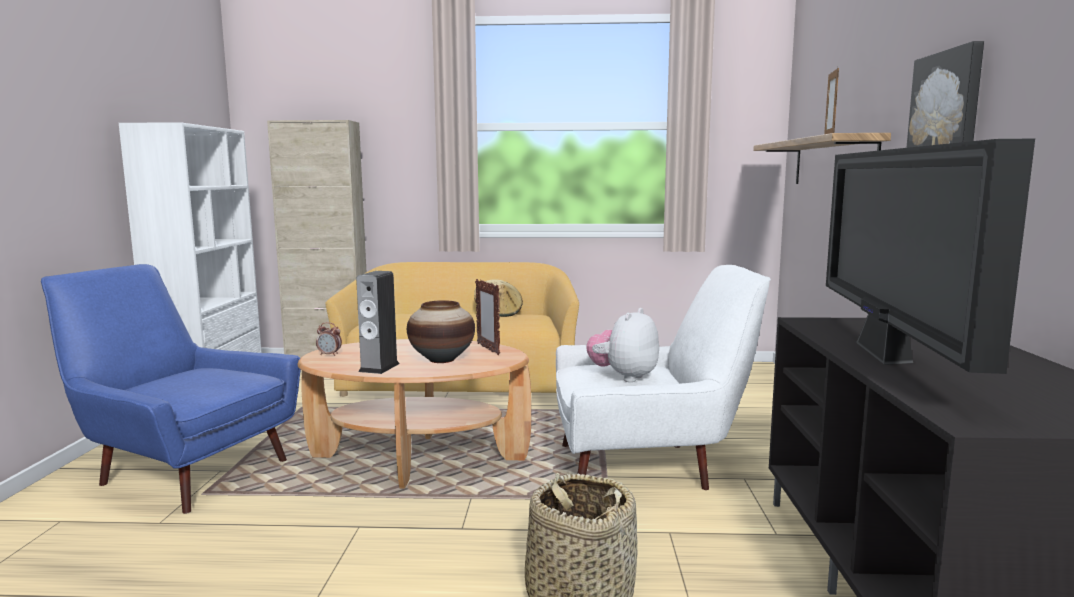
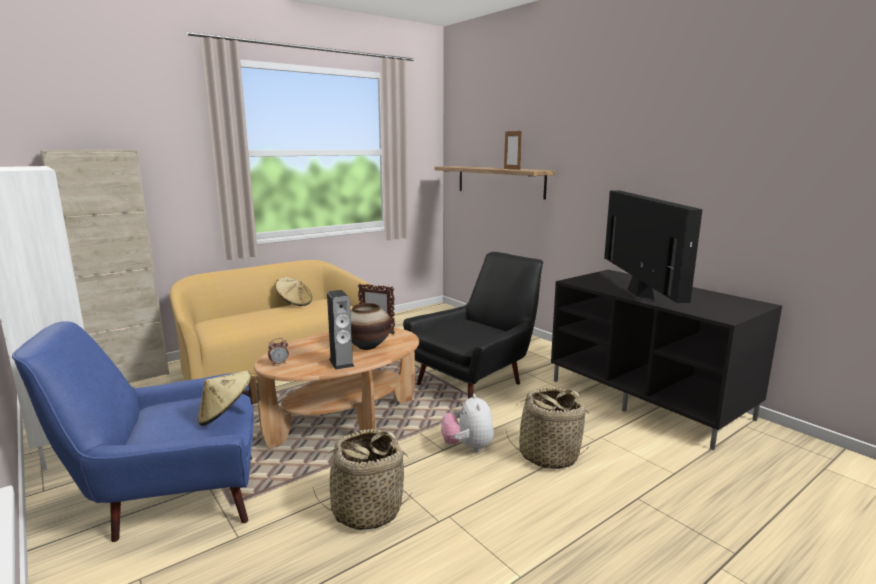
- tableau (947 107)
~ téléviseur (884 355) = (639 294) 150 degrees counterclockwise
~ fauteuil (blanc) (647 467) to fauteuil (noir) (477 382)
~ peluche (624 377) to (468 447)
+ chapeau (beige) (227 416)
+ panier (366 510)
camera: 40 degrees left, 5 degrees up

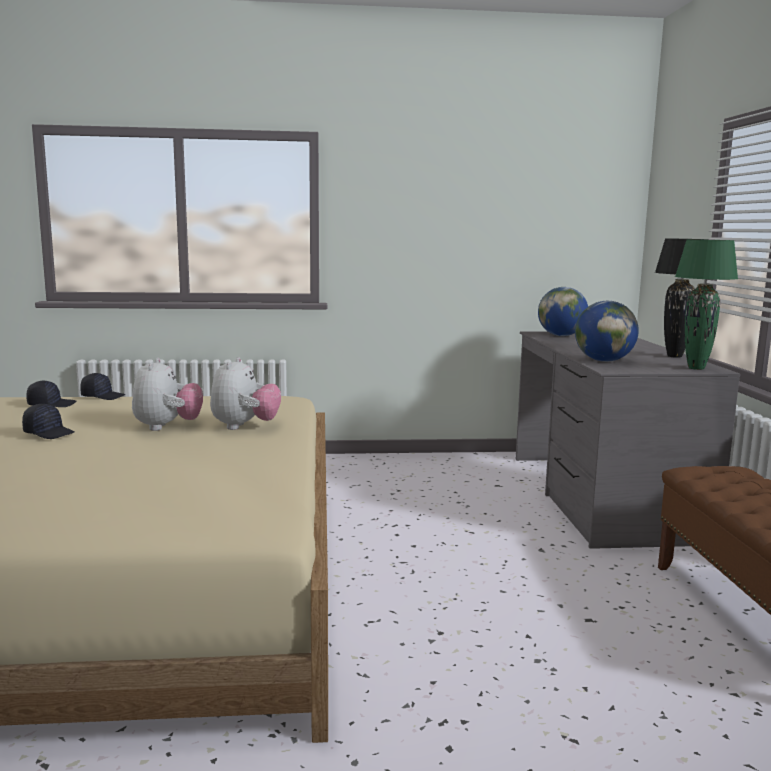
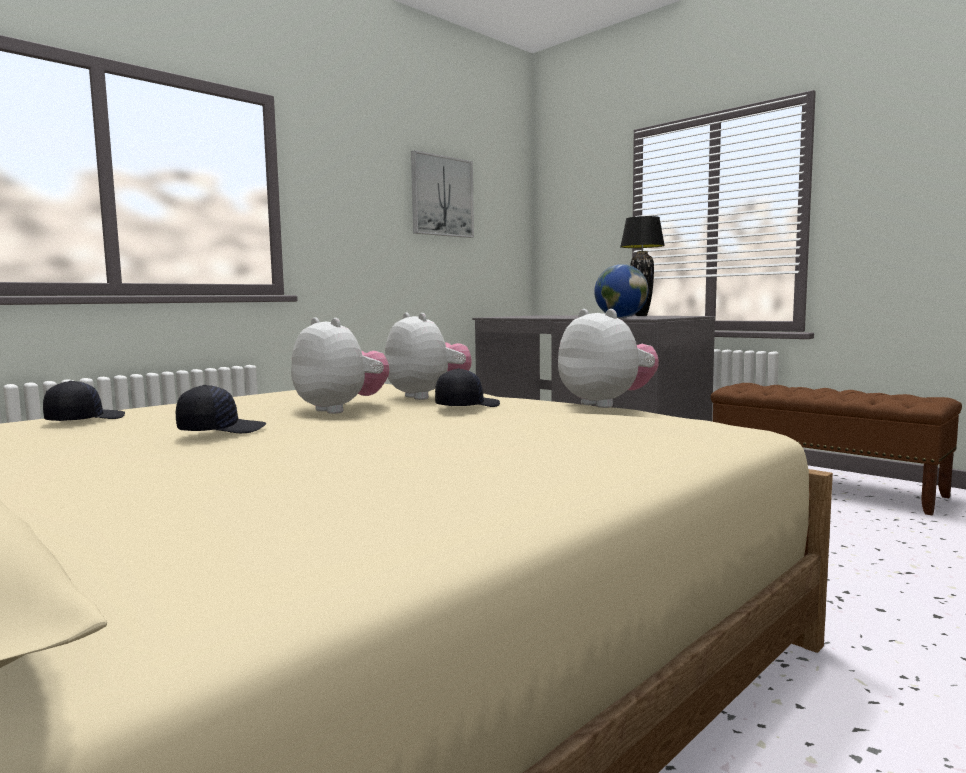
- lampe de table (vert) (696 368)
- globe (561 336)
~ casquette (noir) (103 396) to (467 406)
+ tableau (441 196)
+ peluche (606 404)
camera: 40 degrees left, 5 degrees down

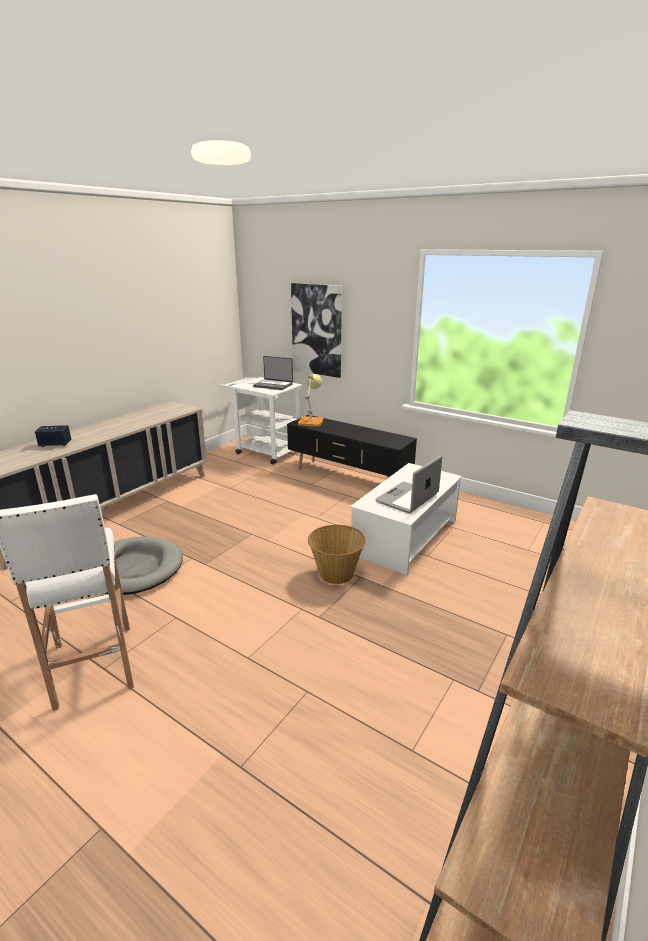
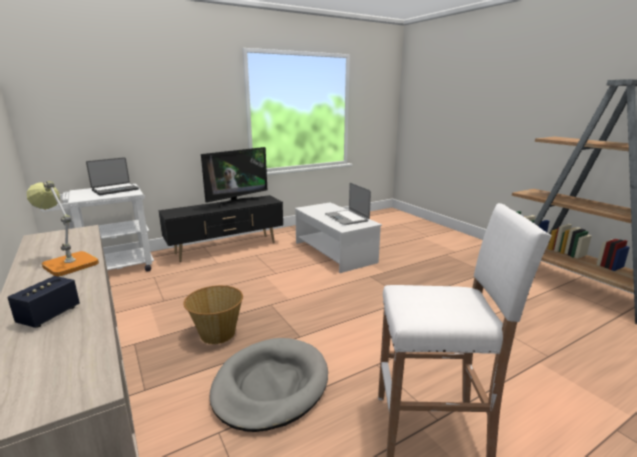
- tableau (317 330)
~ lampe de table (311 421) to (67 263)
~ panier (336 573) to (217 333)
+ téléviseur (237 202)
camera: 65 degrees left, 5 degrees down

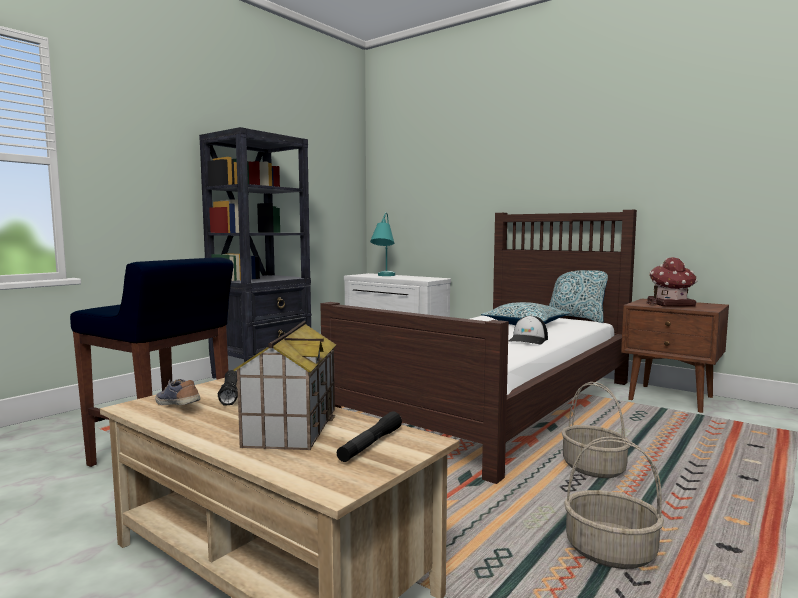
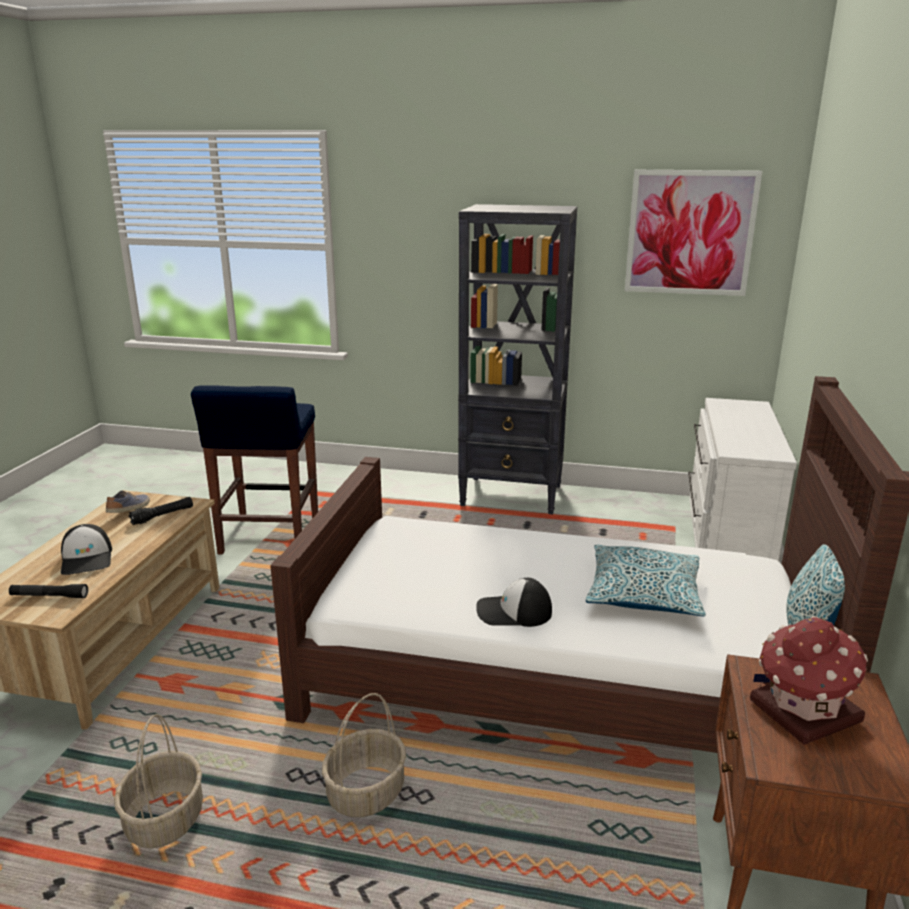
- lampe de table (turquoise) (383 276)
~ maison miniature (291 426) to casquette (87 559)
+ tableau (690 233)
camera: 65 degrees right, 15 degrees up

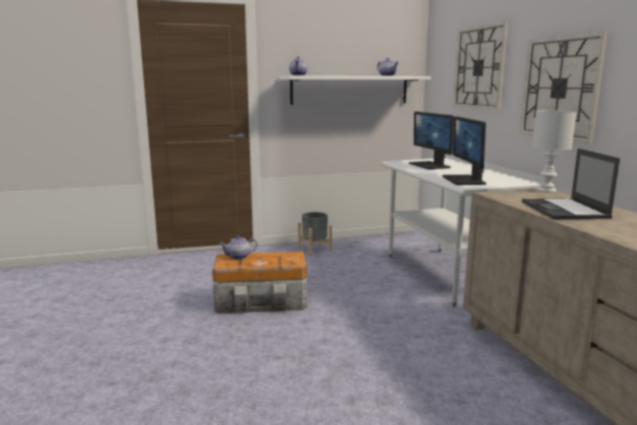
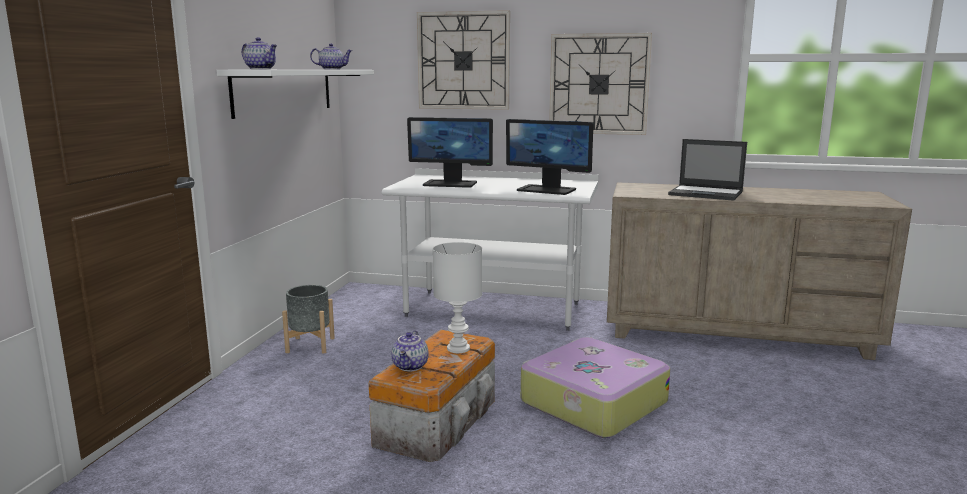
~ lampe de table (blanc) (547 190) to (459 348)
+ valise (591 402)
camera: 60 degrees left, 0 degrees up

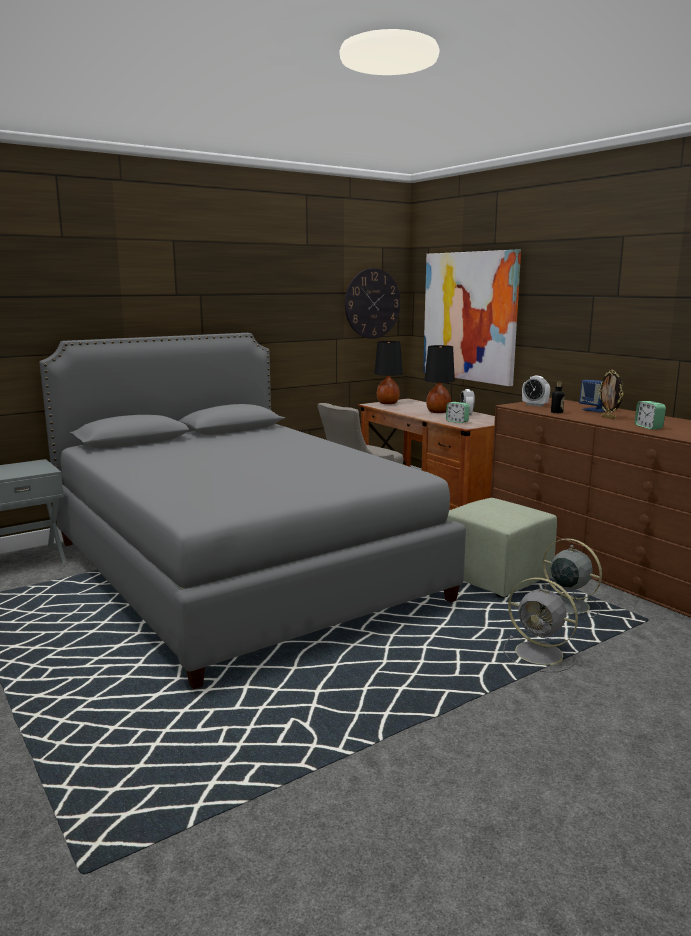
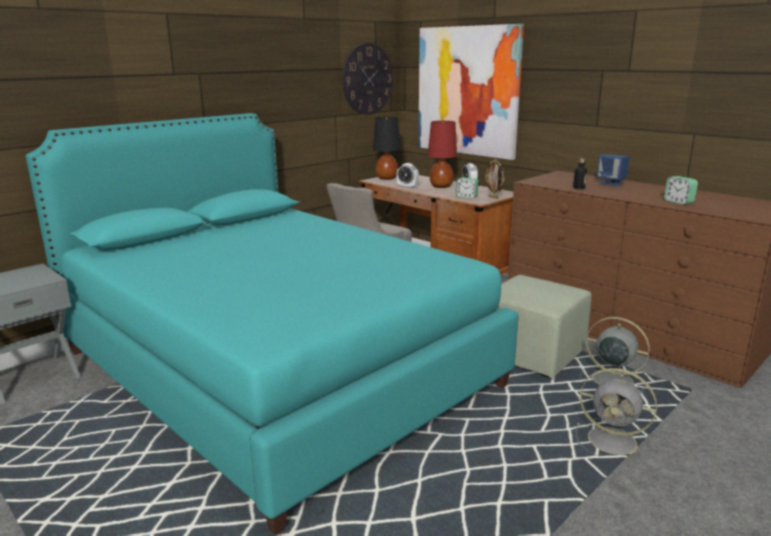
~ lit (gris) (240 570) to lit (turquoise) (276 368)
~ lampe de table (noir) (438 412) to lampe de table (rouge) (441 186)
~ cadre photo (608 417) to (494 197)
~ réveil (535 405) to (407 187)
camera: 10 degrees left, 5 degrees up

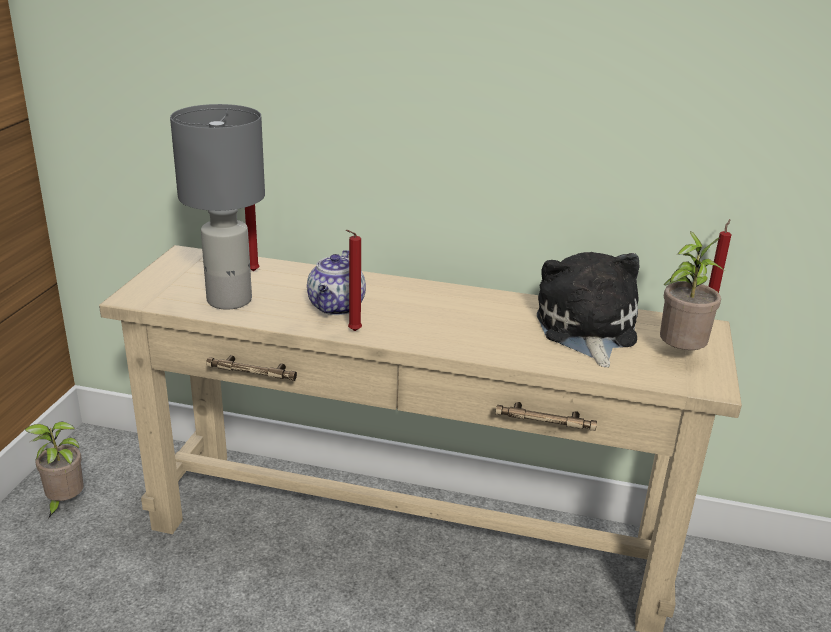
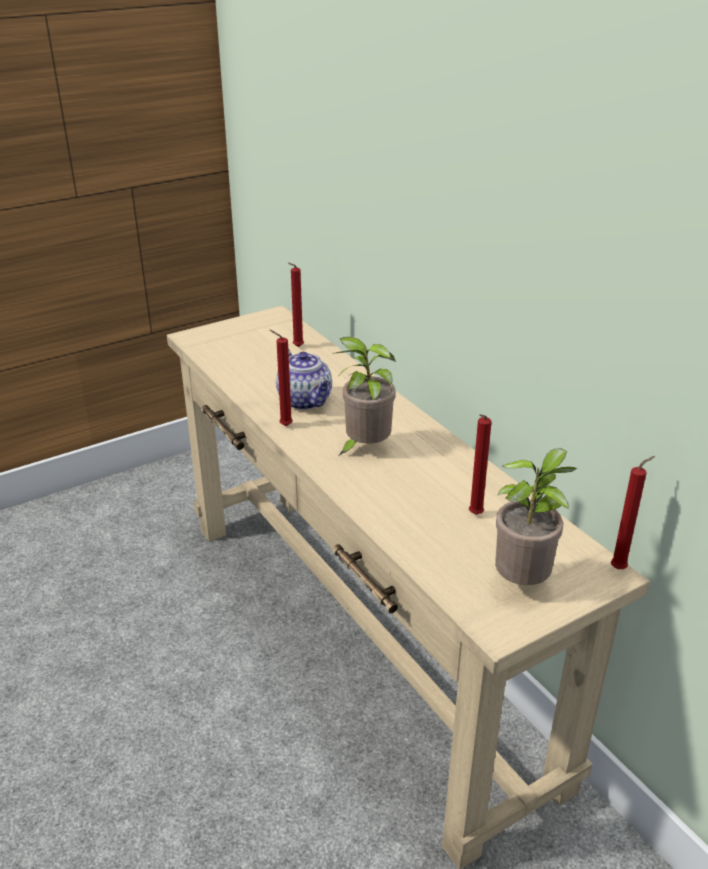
- lampe de table (gris) (230 300)
~ théière (336 307) = (306 401) 90 degrees counterclockwise
~ peluche (586 330) to bougie (rouge) (474 515)
~ plante en pot (64 503) to (364 448)
camera: 45 degrees right, 5 degrees up

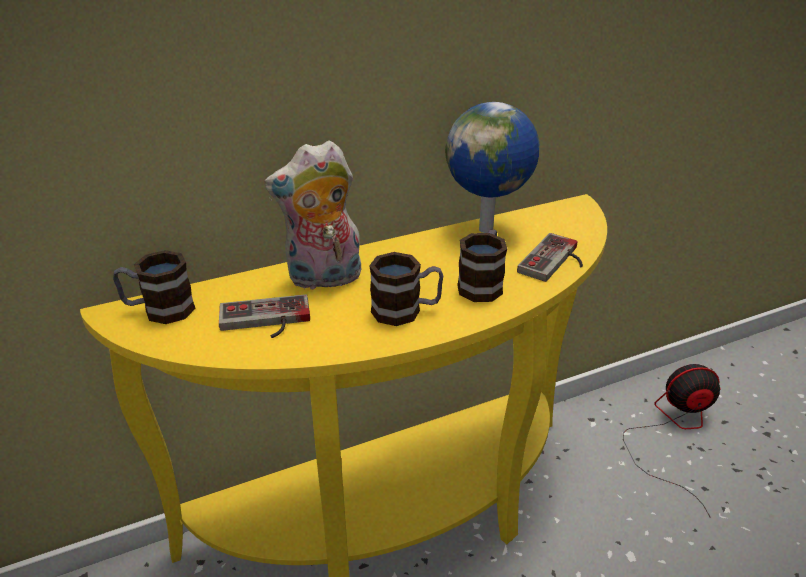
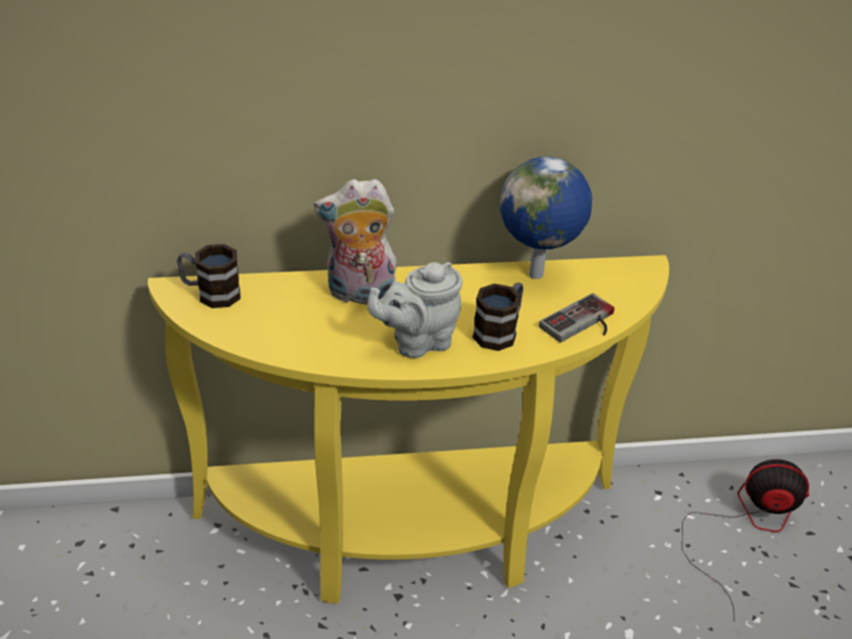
~ mug (406 311) to théière (gris) (417 342)
- manette (265 322)
camera: 15 degrees right, 5 degrees up

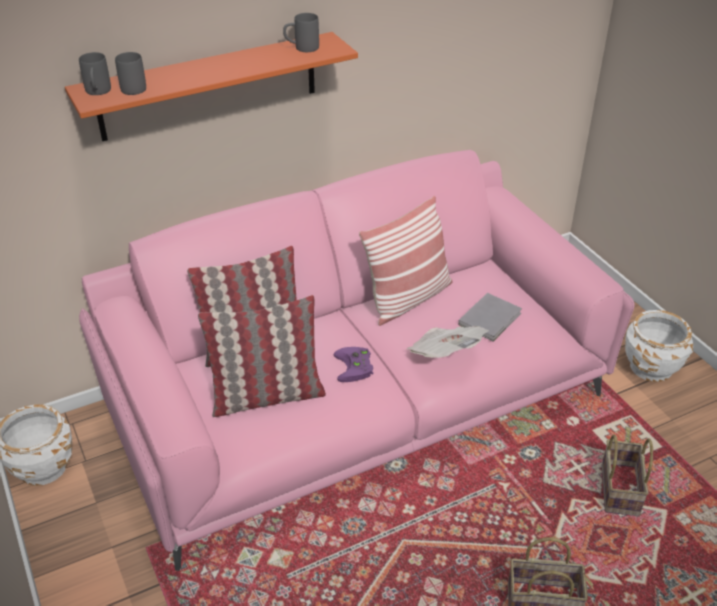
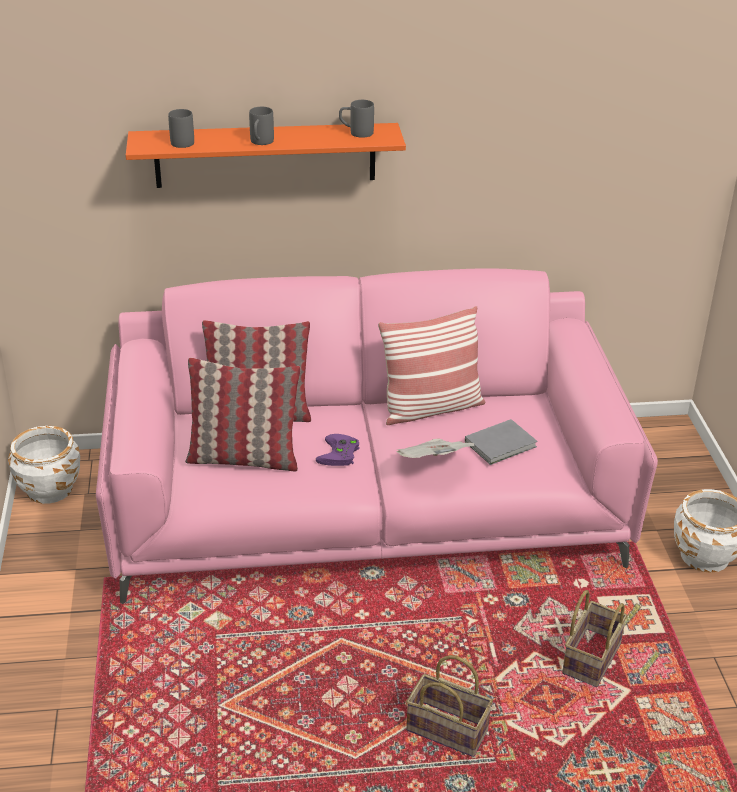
~ mug (gris) (98 92) to (260 143)
camera: 20 degrees right, 5 degrees down

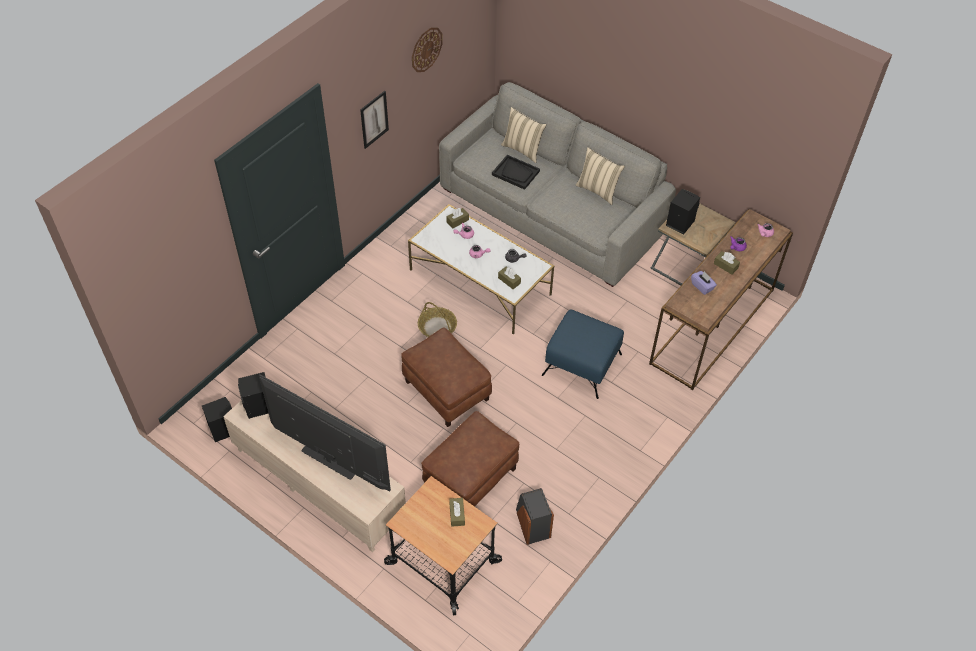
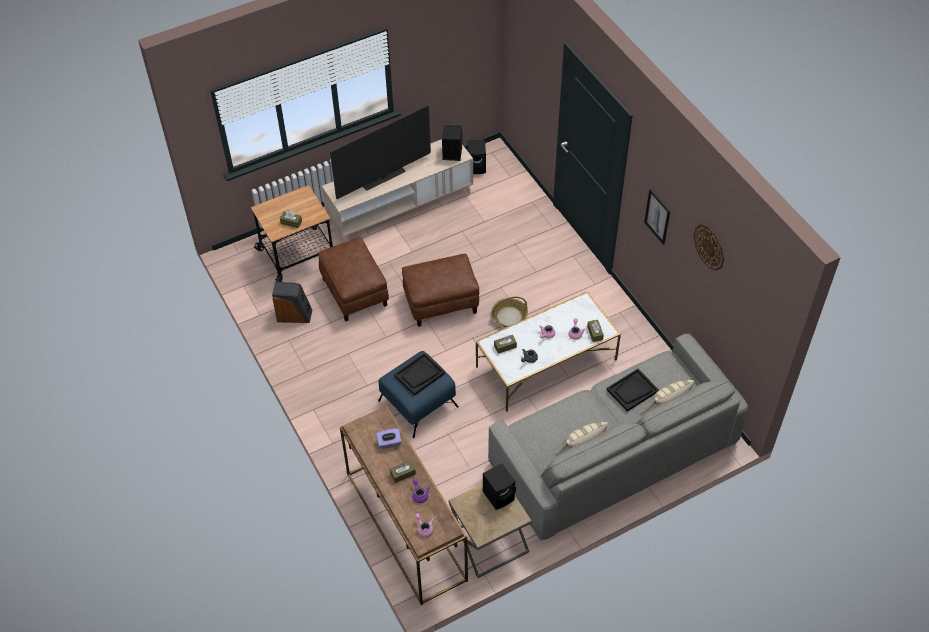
+ plateau (noir) (419 375)
camera: 115 degrees right, 0 degrees up

